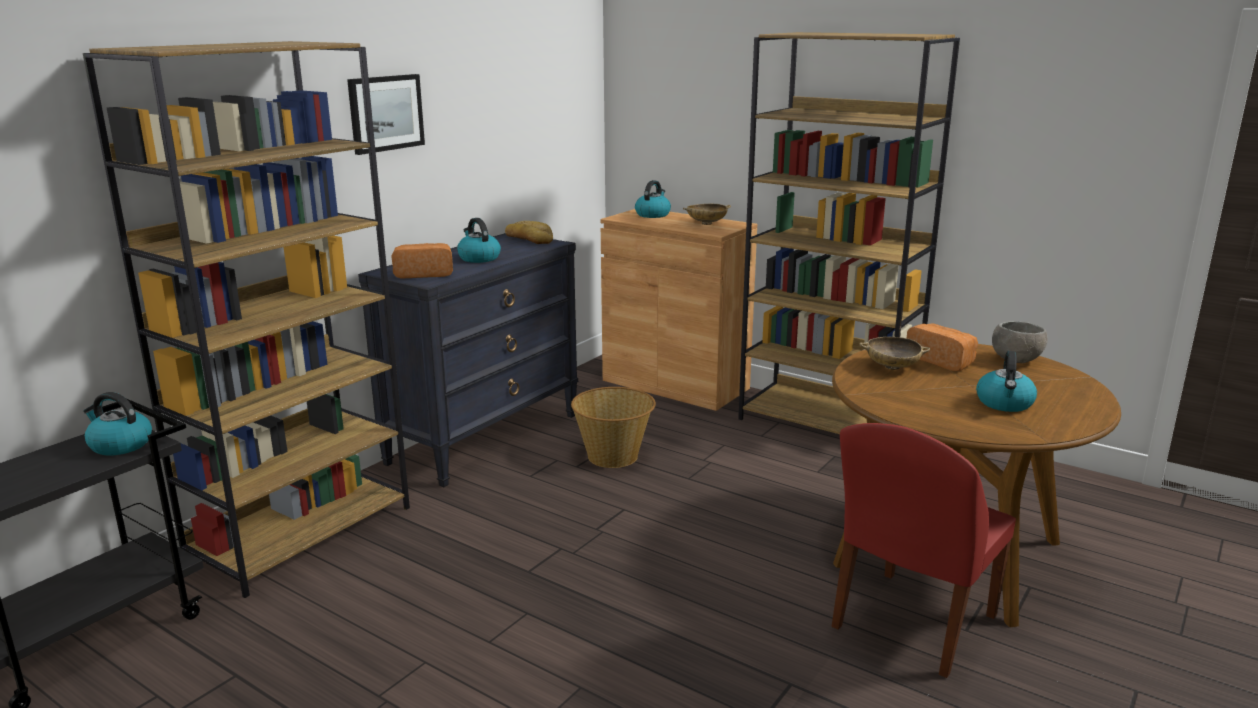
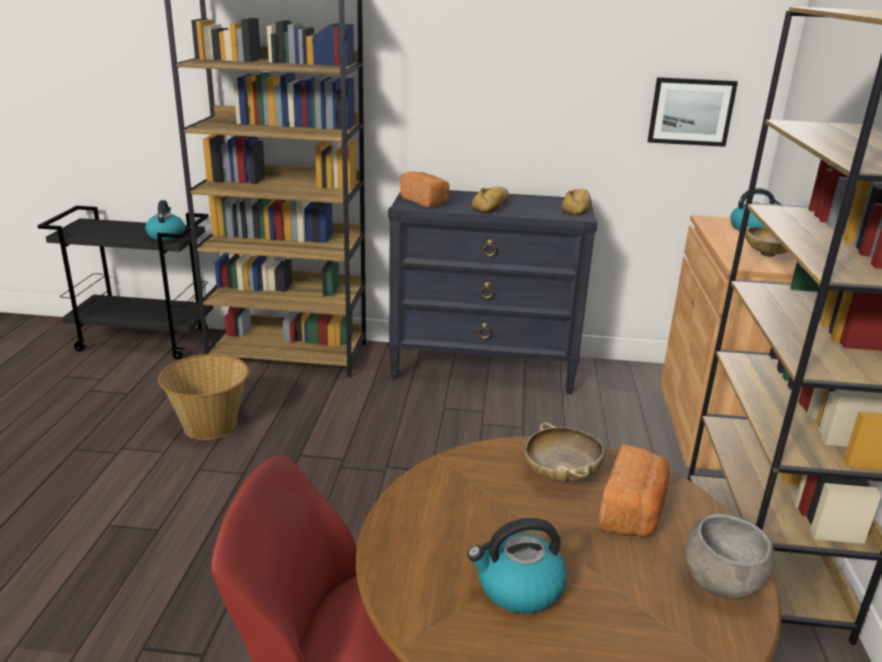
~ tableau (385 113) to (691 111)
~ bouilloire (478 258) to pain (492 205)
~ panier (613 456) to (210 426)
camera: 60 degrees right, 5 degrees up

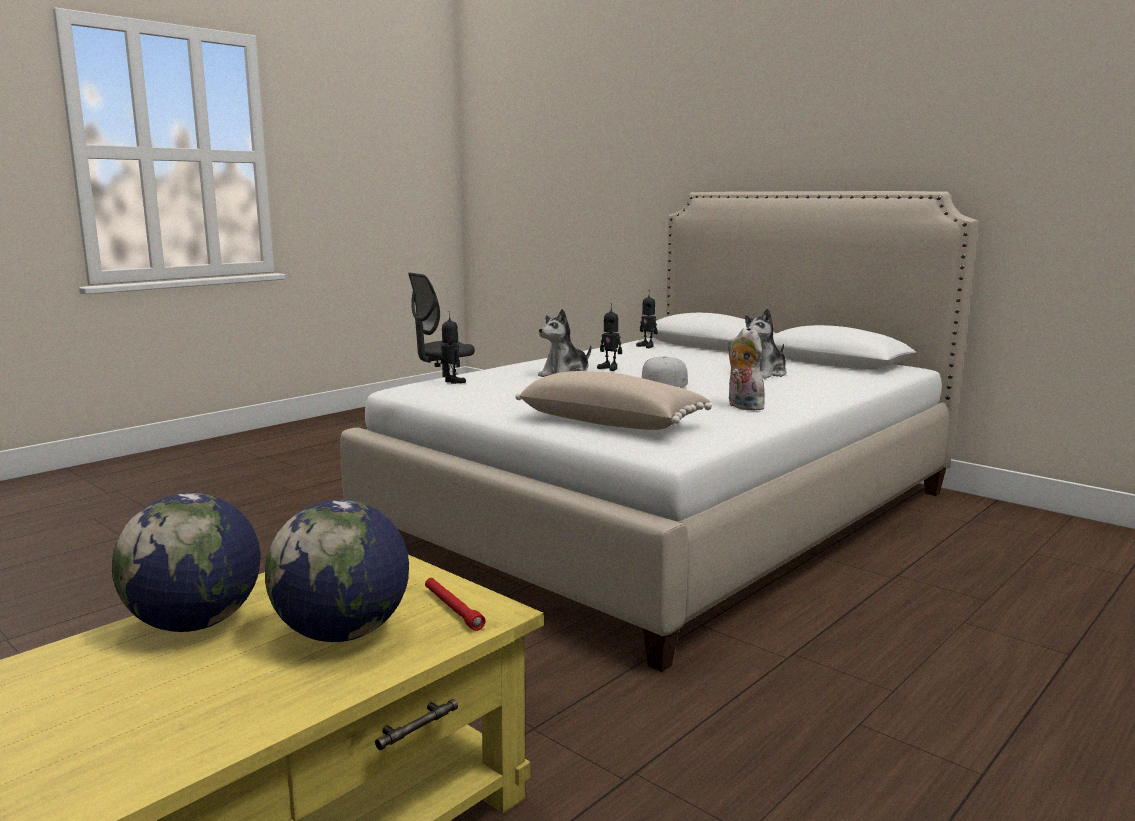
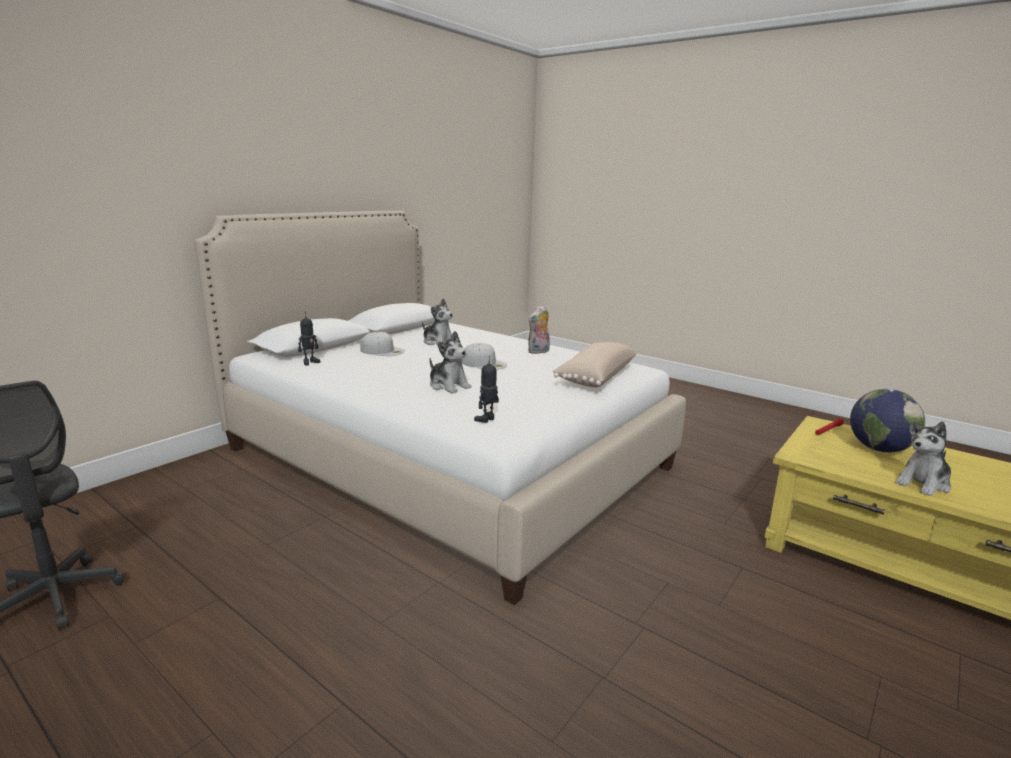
- robot jouet (609 368)
~ globe (195 624) to peluche (923 483)
+ casquette (blanc) (383 351)
camera: 95 degrees left, 5 degrees up

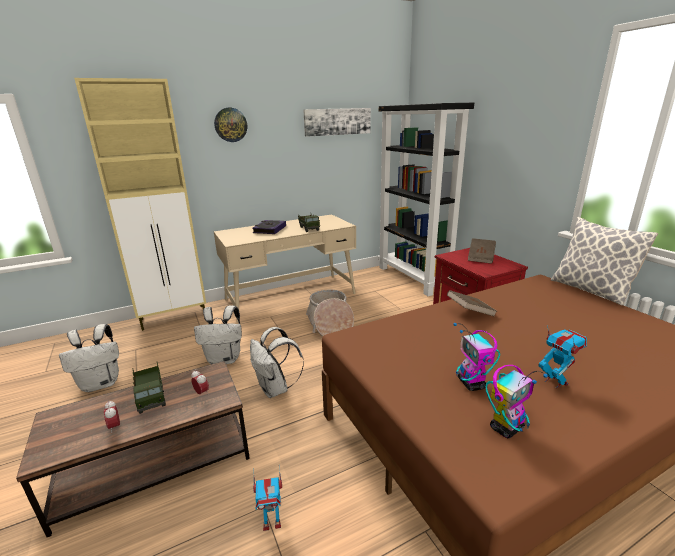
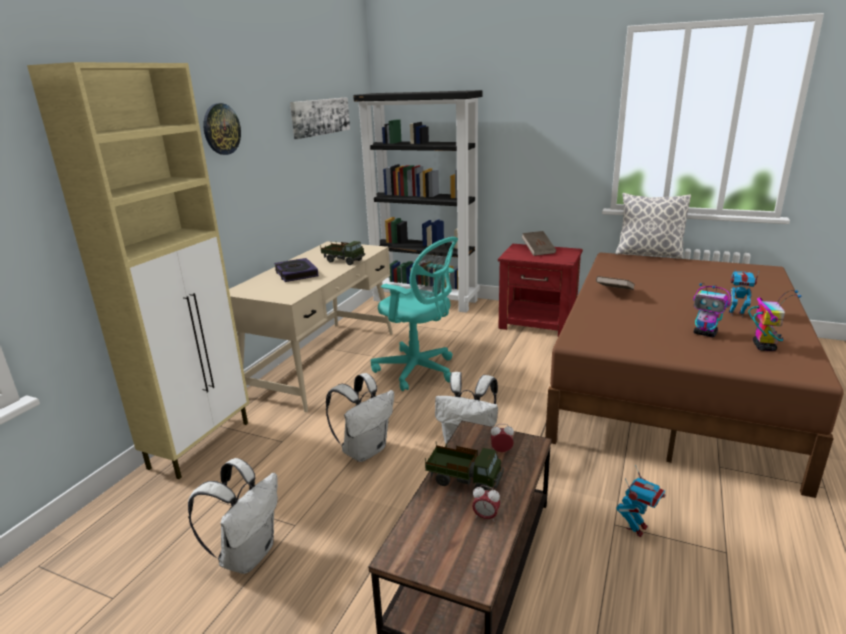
~ panier (330 324) to chaise de bureau (turquoise) (418 371)
camera: 40 degrees left, 0 degrees up

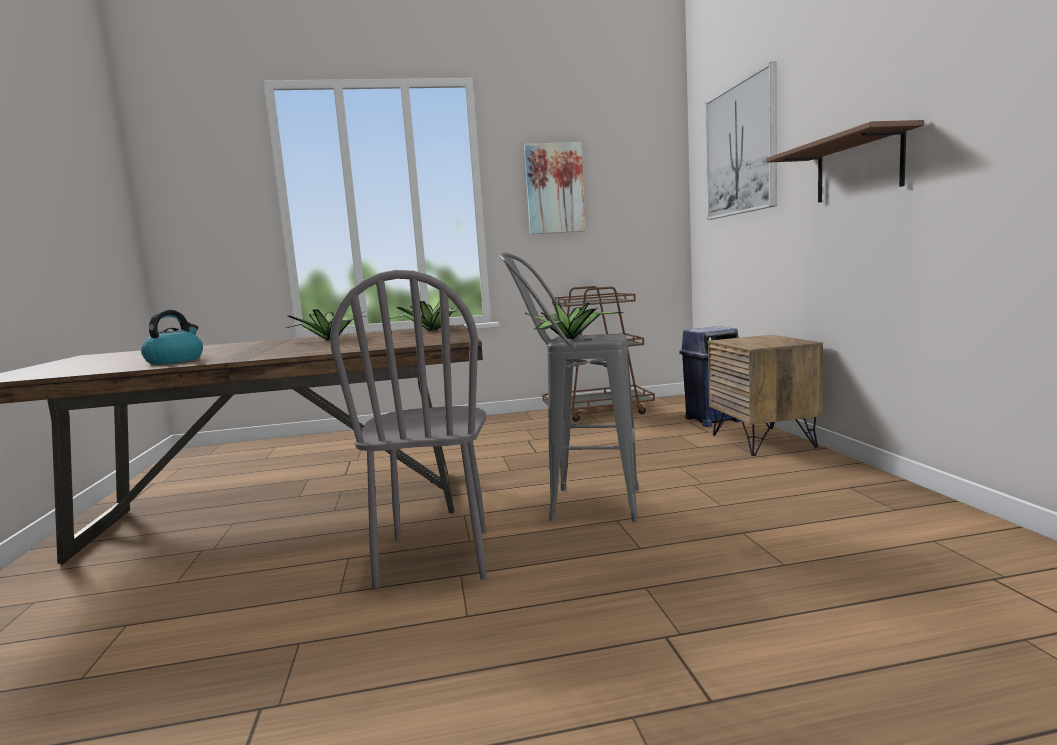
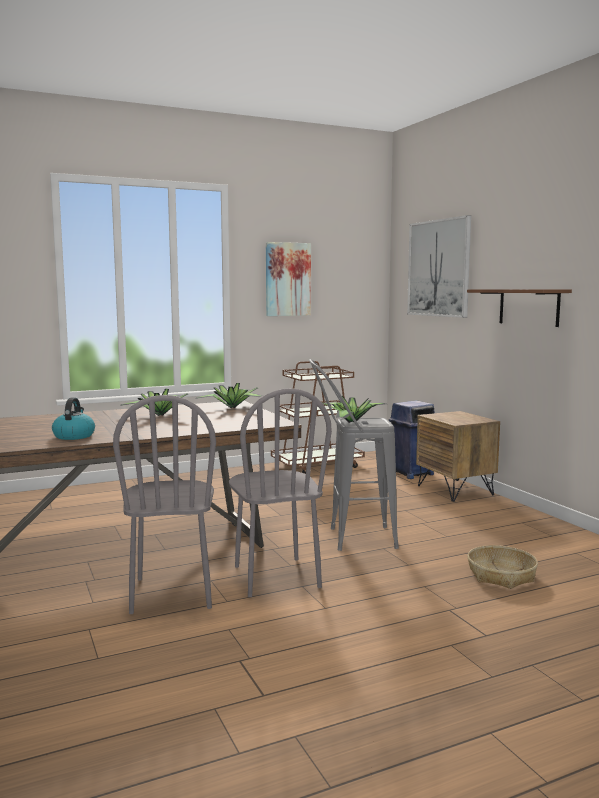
+ chaise (gris) (171 593)
+ panier (501 575)
camera: 15 degrees left, 0 degrees up

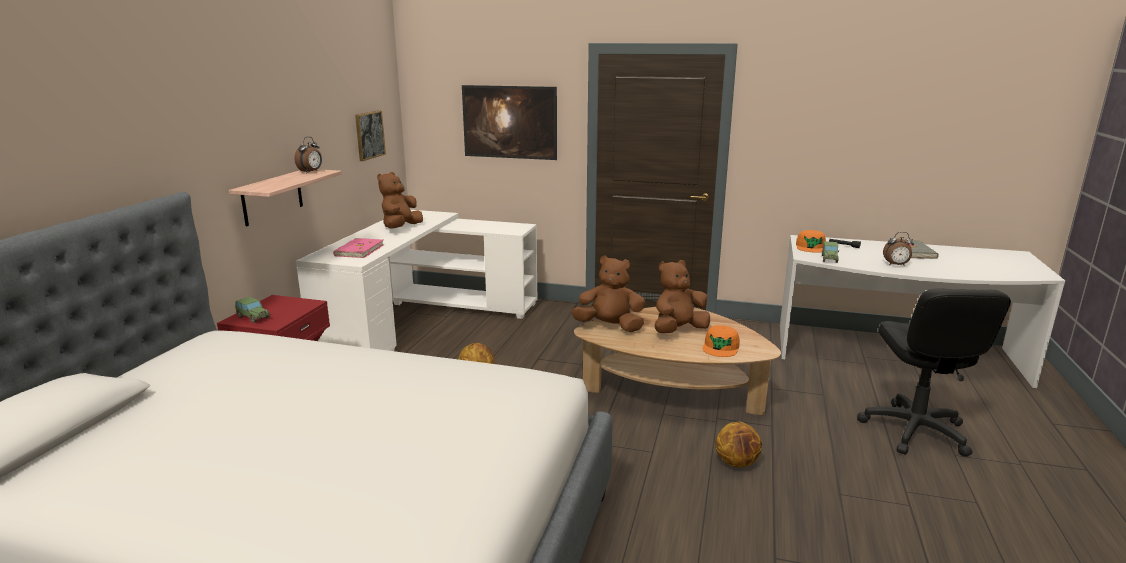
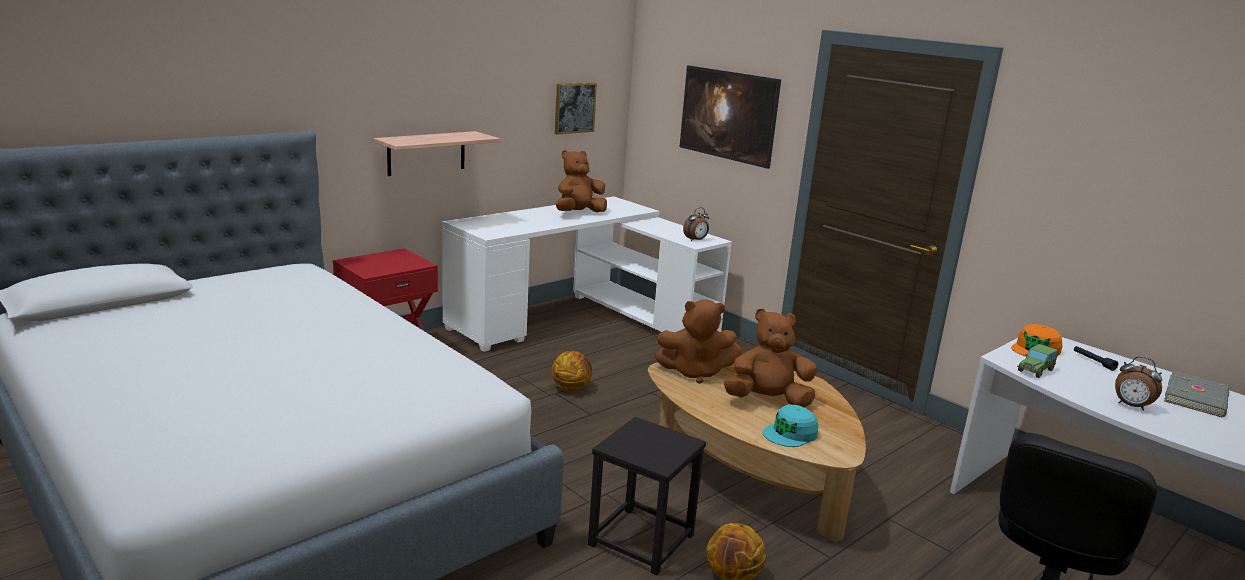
~ réveil (311 172) to (696 240)
- livre (rose) (358 250)
~ peluche (marron) (610 327) = (695 372) 135 degrees clockwise
- petite voiture (253 317)
~ casquette (orange) (721 347) to casquette (turquoise) (790 434)
+ tabouret (noir) (640 540)
camera: 30 degrees right, 0 degrees up

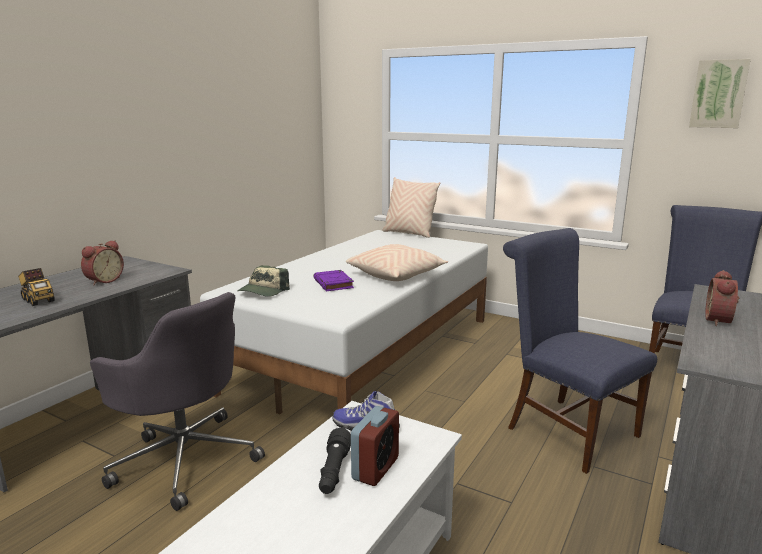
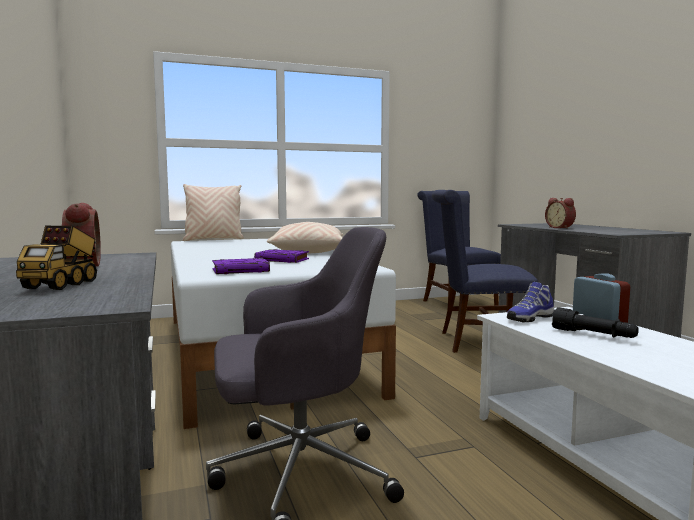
- tableau (718 94)
~ casquette (263 291) to livre (violet) (241 270)
~ camion jouet (38 300) = (62 285) 105 degrees clockwise
camera: 50 degrees left, 10 degrees down

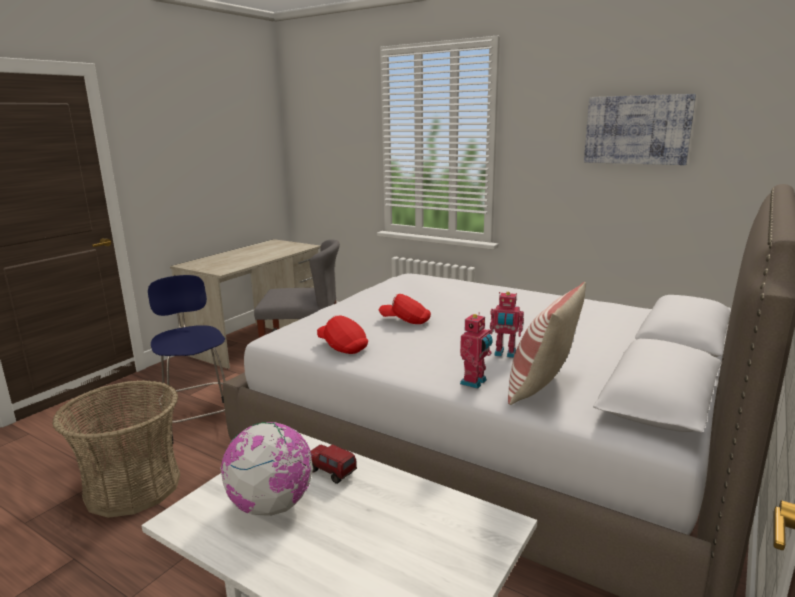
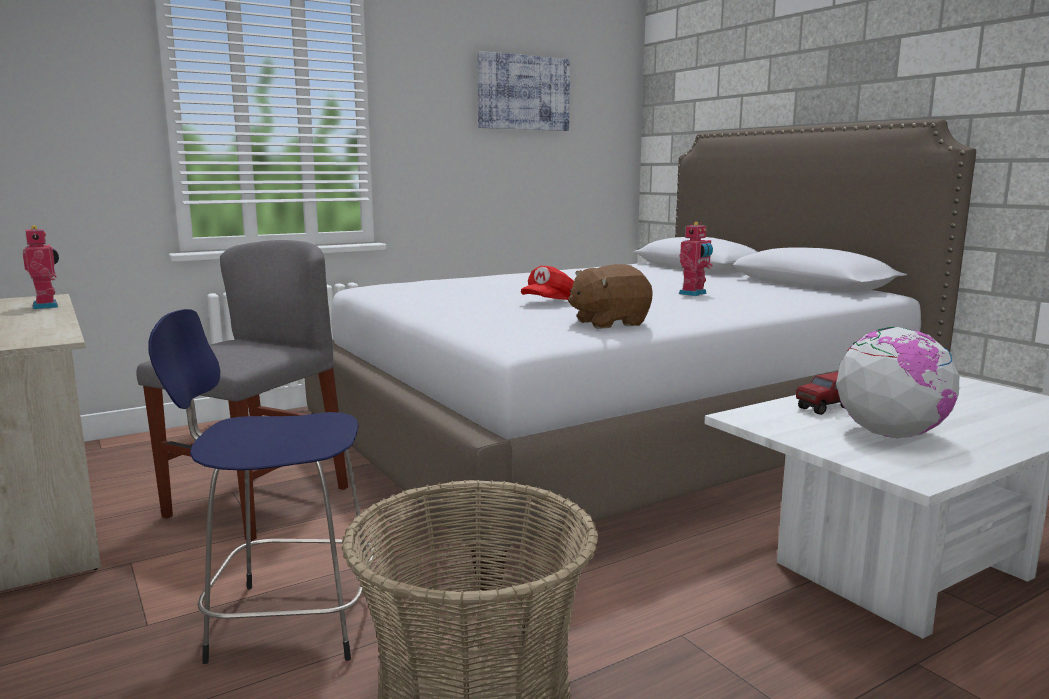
- coussin (541 386)
~ robot jouet (475 382) to (48 306)
~ casquette (rouge) (343 347) to peluche (marron) (609 323)
camera: 65 degrees left, 5 degrees down

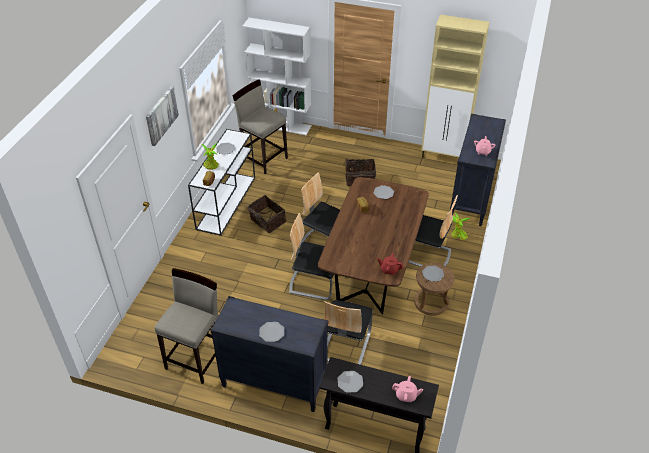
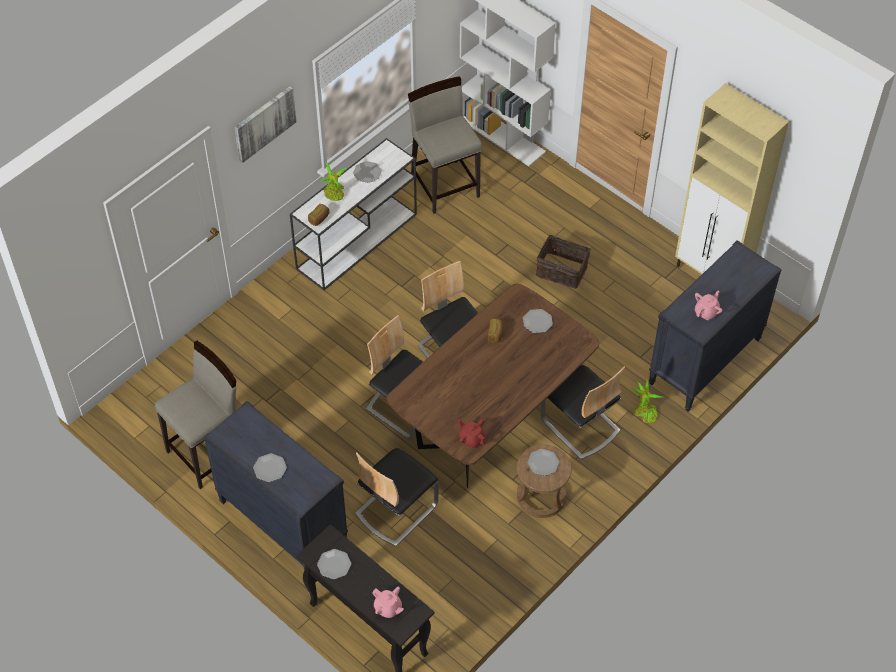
- panier (267 221)
camera: 25 degrees right, 10 degrees up

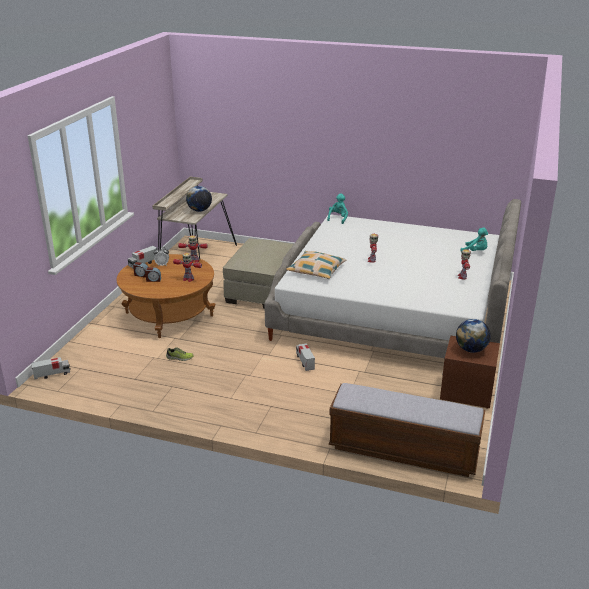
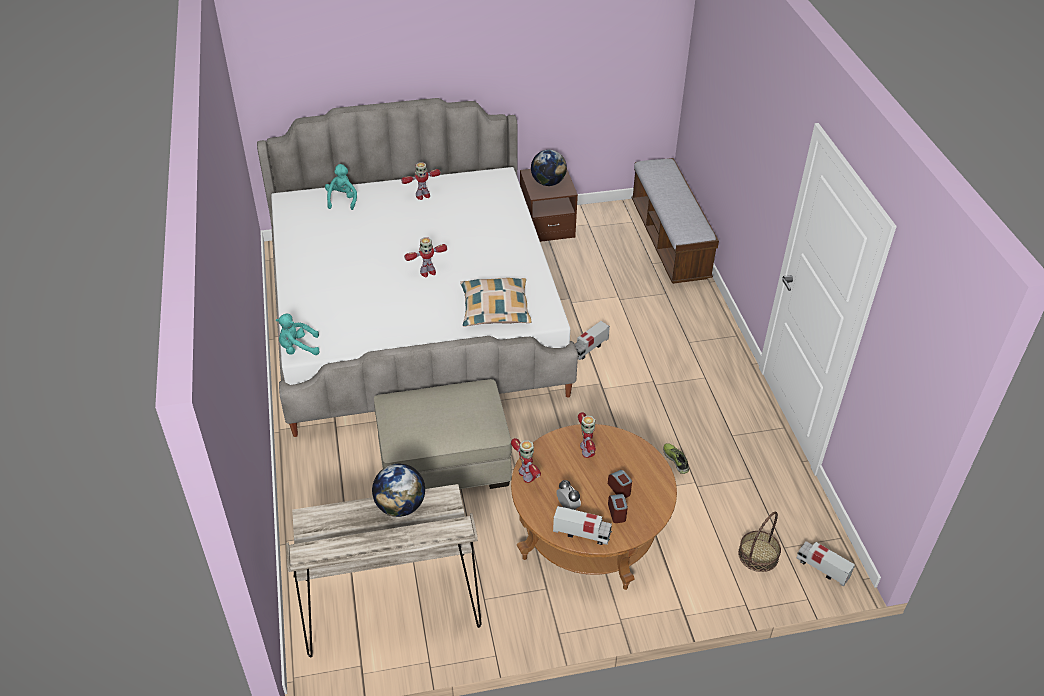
+ panier (758 555)
camera: 120 degrees left, 15 degrees up

